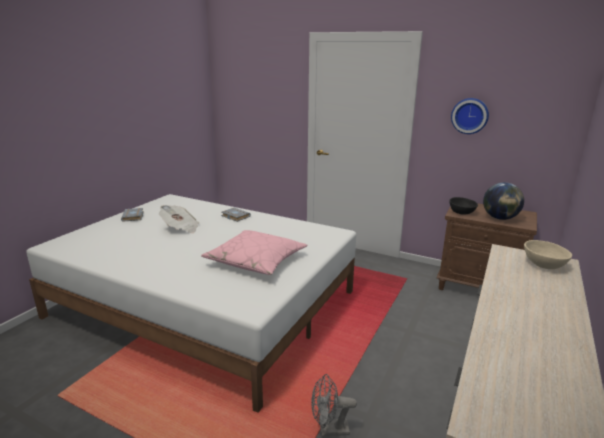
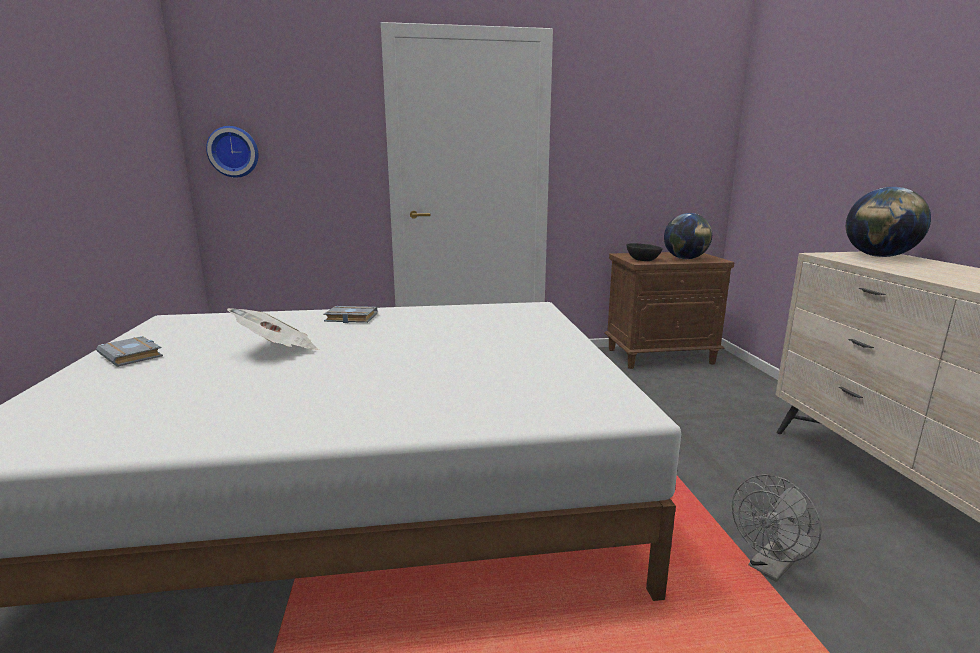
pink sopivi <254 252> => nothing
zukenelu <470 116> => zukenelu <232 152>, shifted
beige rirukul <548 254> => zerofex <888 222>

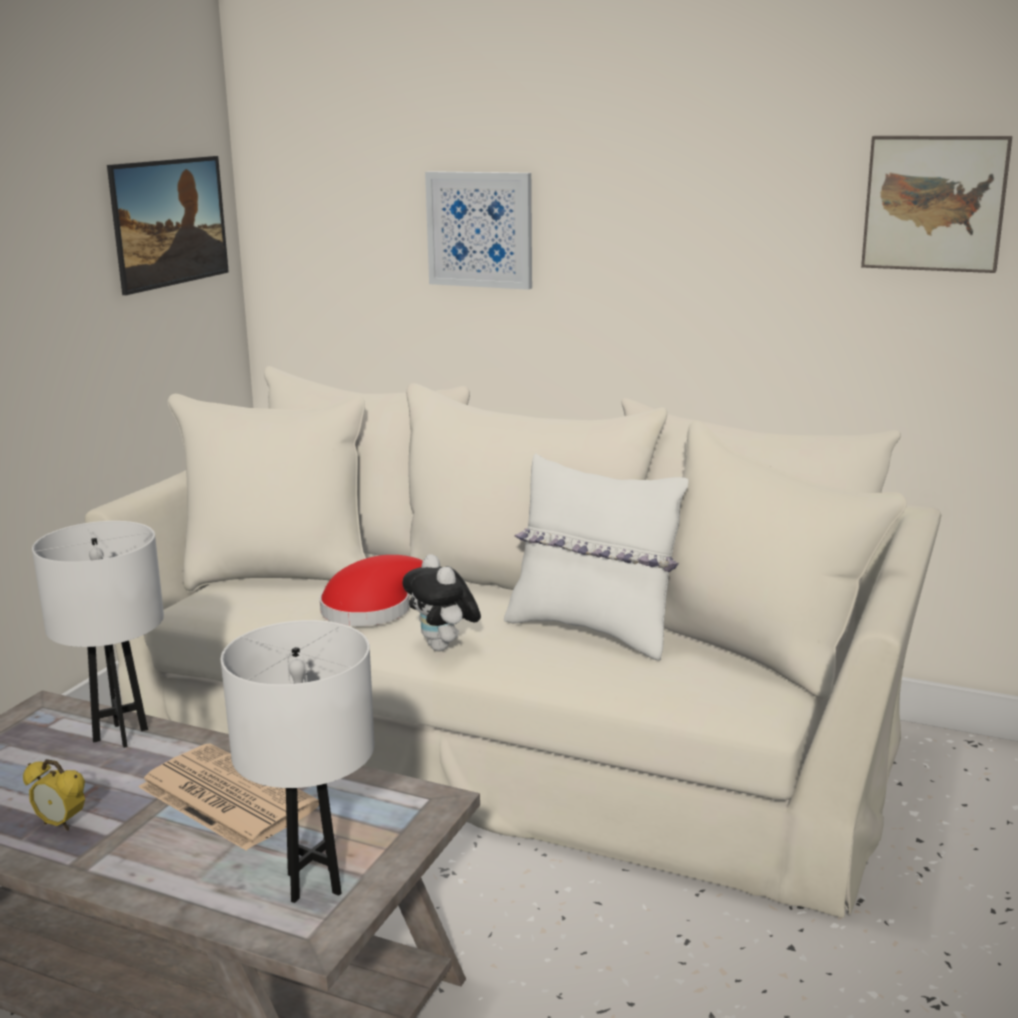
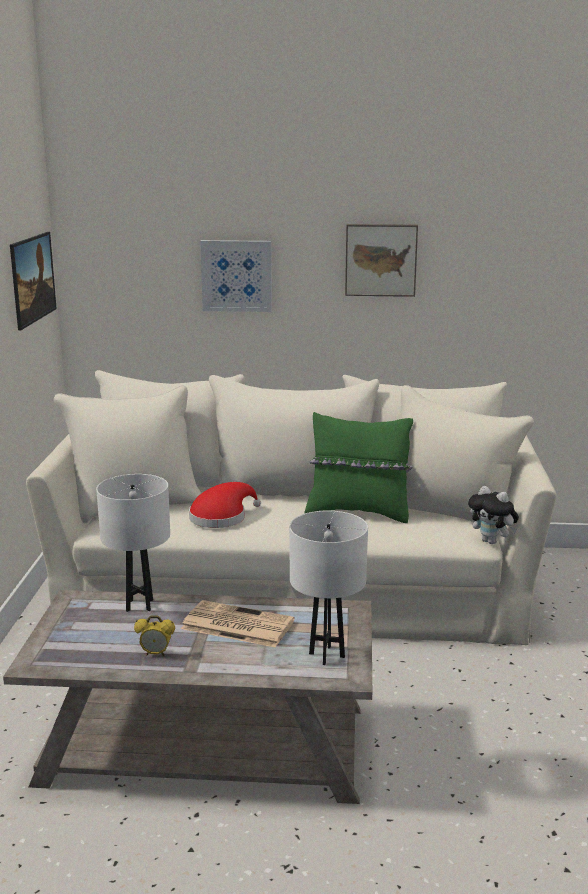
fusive <441 602> => fusive <493 515>, shifted
white sopivi <596 557> => green sopivi <359 467>
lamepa <936 204> => lamepa <381 260>, shifted

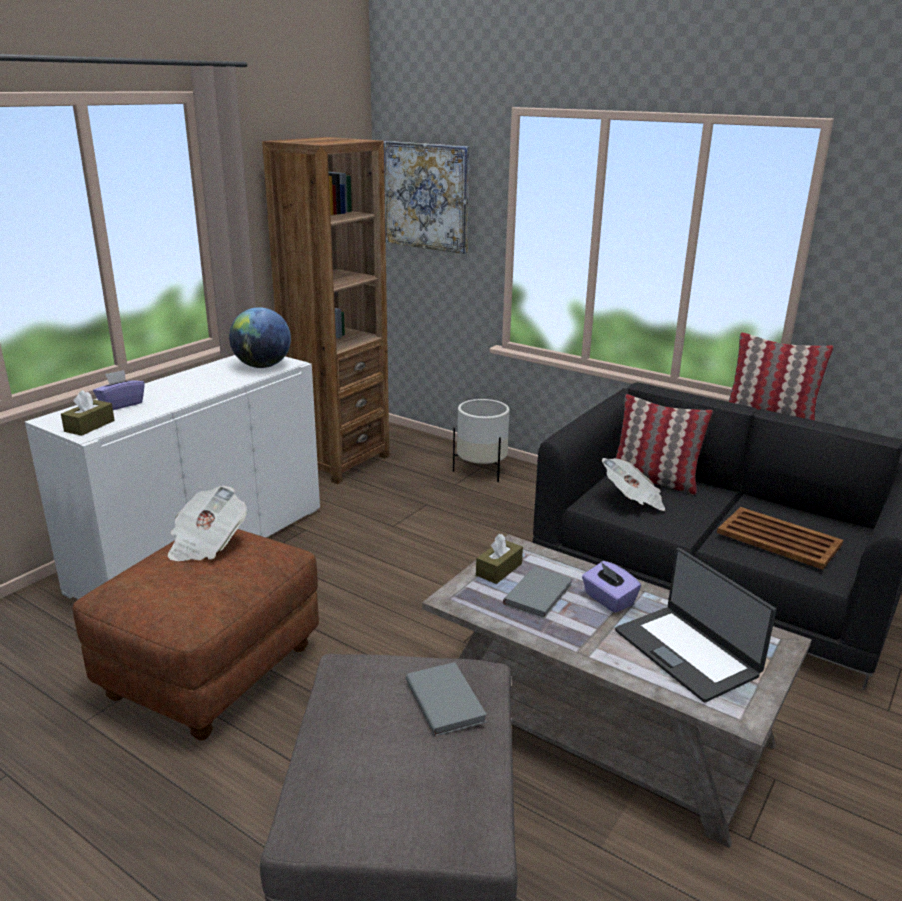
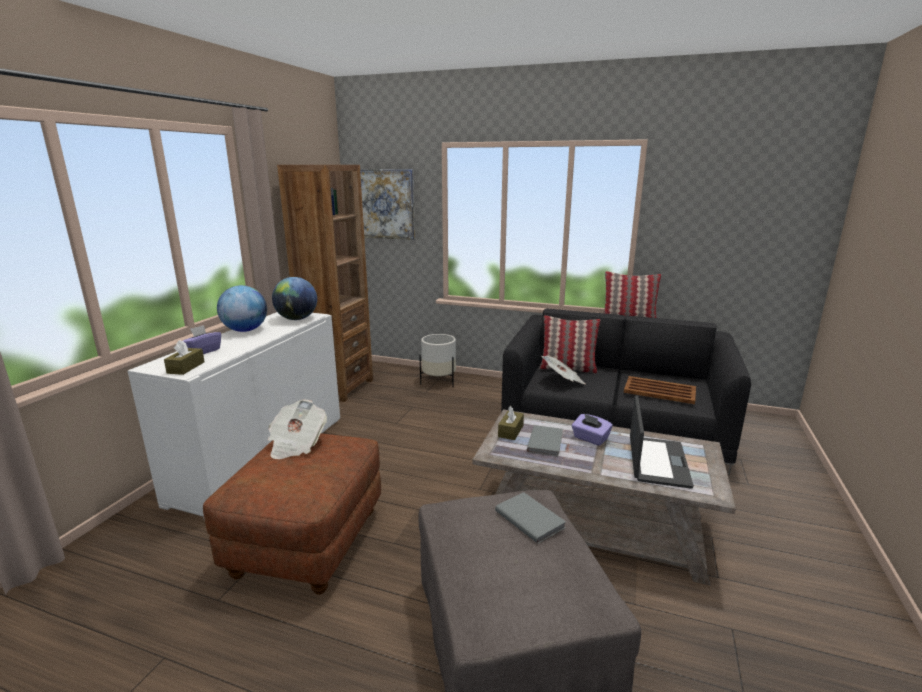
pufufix <695 625> => pufufix <662 442>, 120 degrees counterclockwise
nothing => zerofex <242 308>

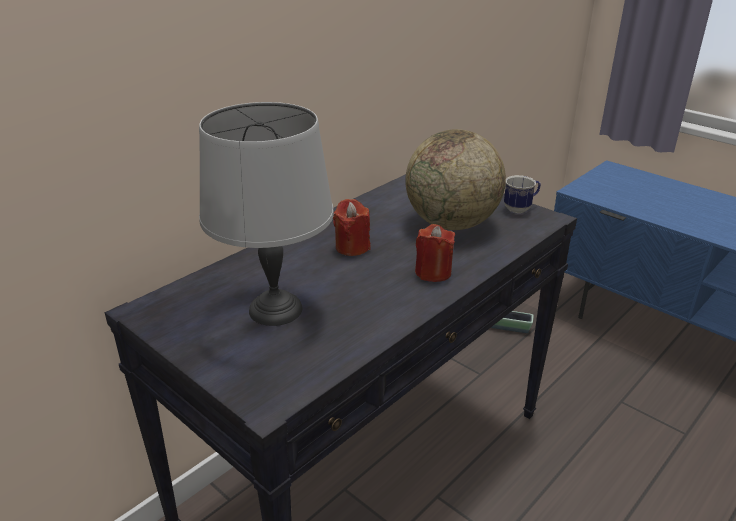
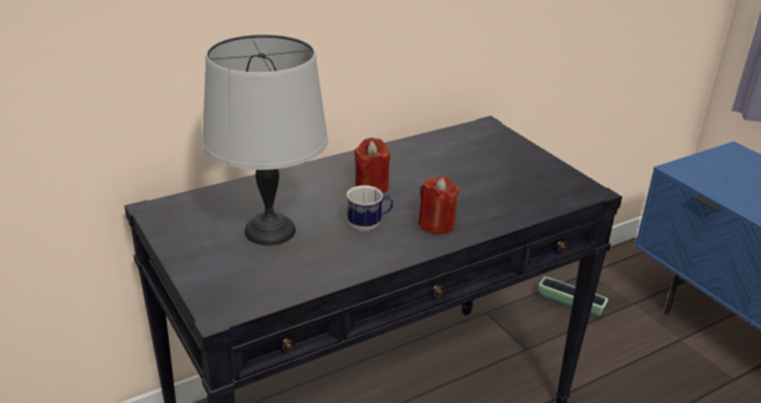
zerofex <455 179> => nothing
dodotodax <522 194> => dodotodax <370 208>, shifted

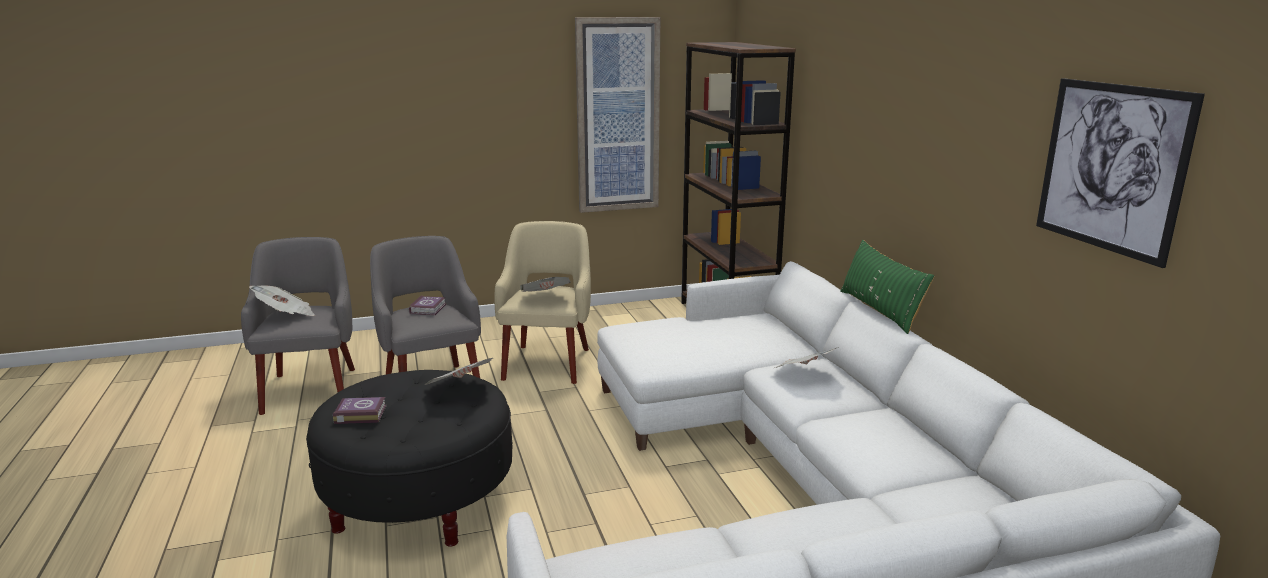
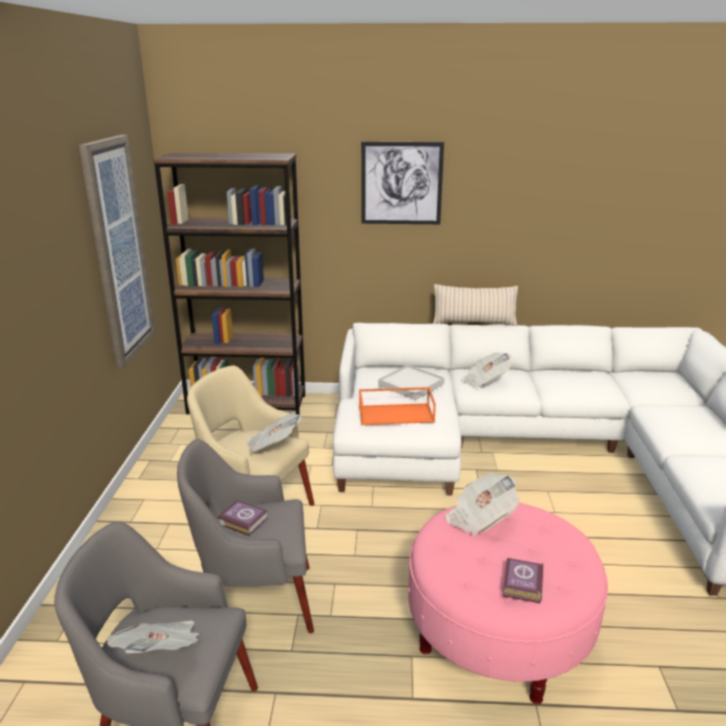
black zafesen <409 458> => pink zafesen <508 603>
green sopivi <887 287> => beige sopivi <475 305>
lamepa <1120 173> => lamepa <402 183>, shifted
nothing => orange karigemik <397 406>
nothing => white karigemik <411 382>

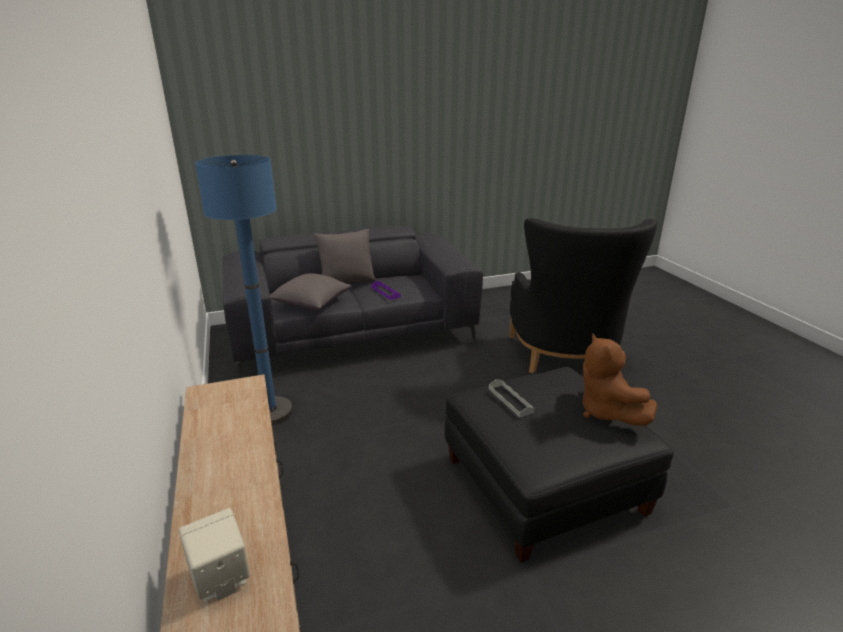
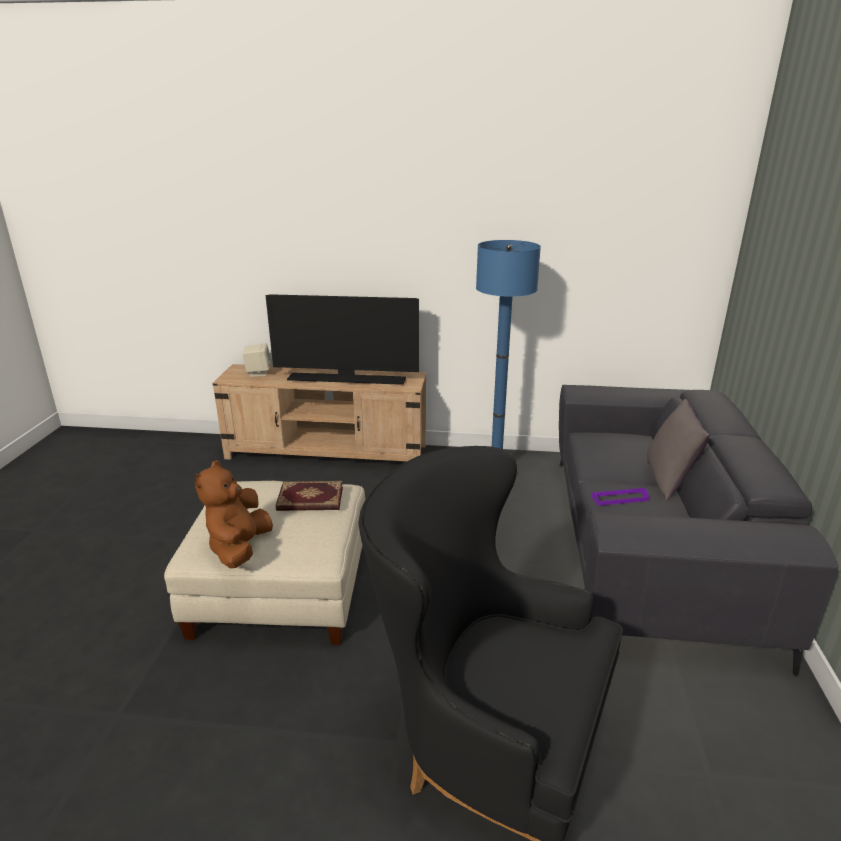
grey sopivi <311 291> => nothing
black zafesen <559 464> => beige zafesen <264 563>
grey karigemik <512 398> => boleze <309 496>
brown fusive <620 380> => brown fusive <234 514>, 90 degrees counterclockwise
nothing => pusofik <342 340>

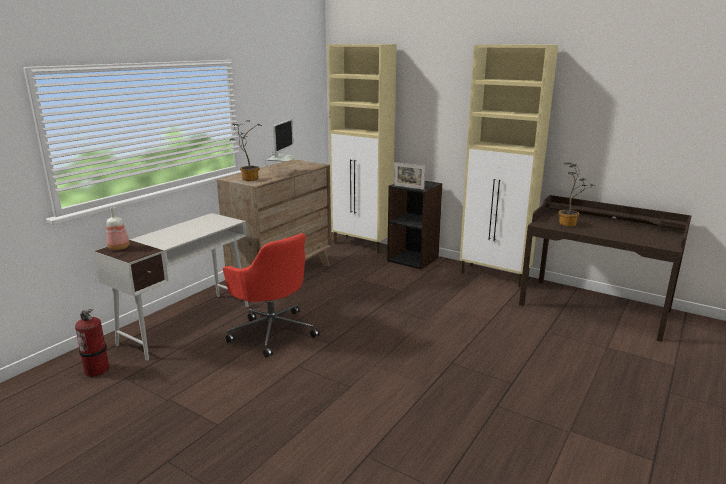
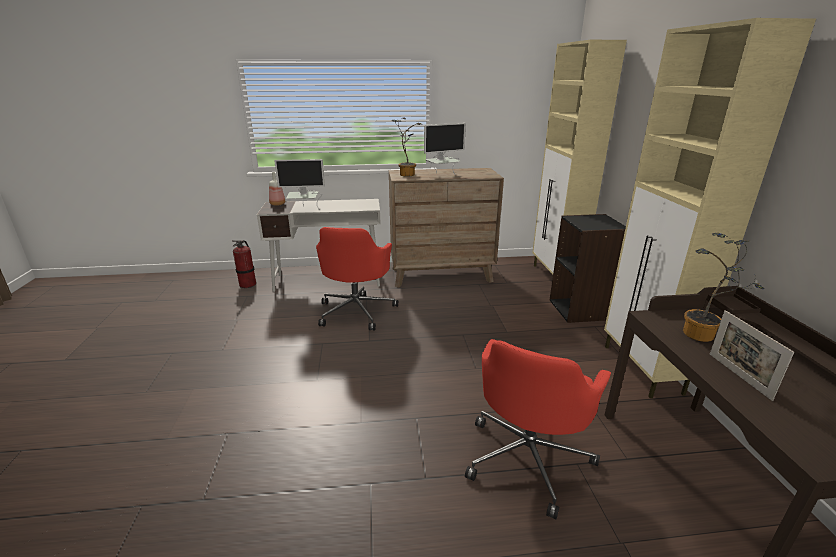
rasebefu <409 176> => rasebefu <752 355>, shifted
nothing => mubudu <299 184>
nothing => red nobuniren <538 429>

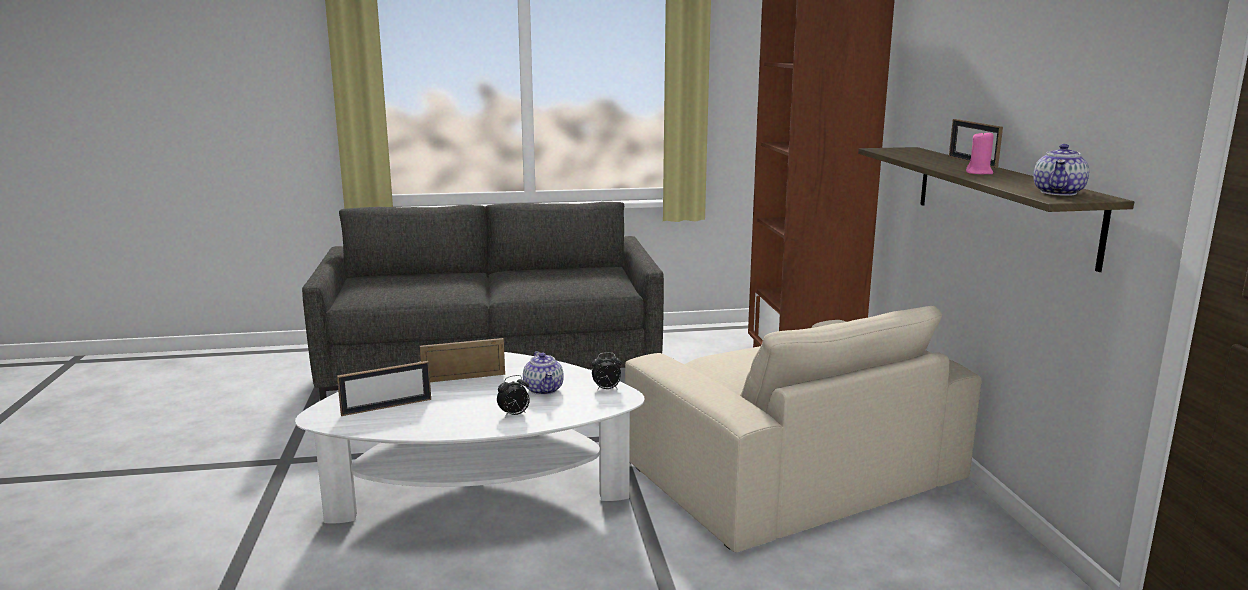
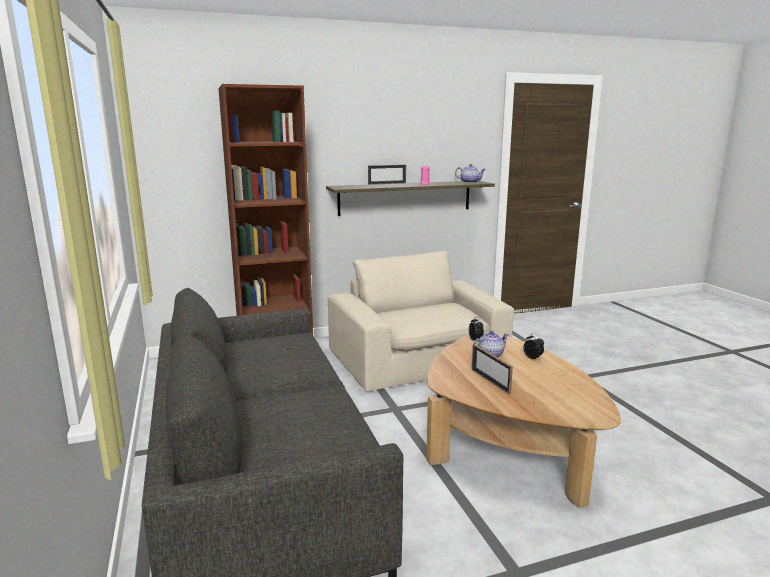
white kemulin <470 437> => brown kemulin <523 420>
rasebefu <384 388> => nothing
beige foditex <803 429> => beige foditex <421 321>, 75 degrees counterclockwise

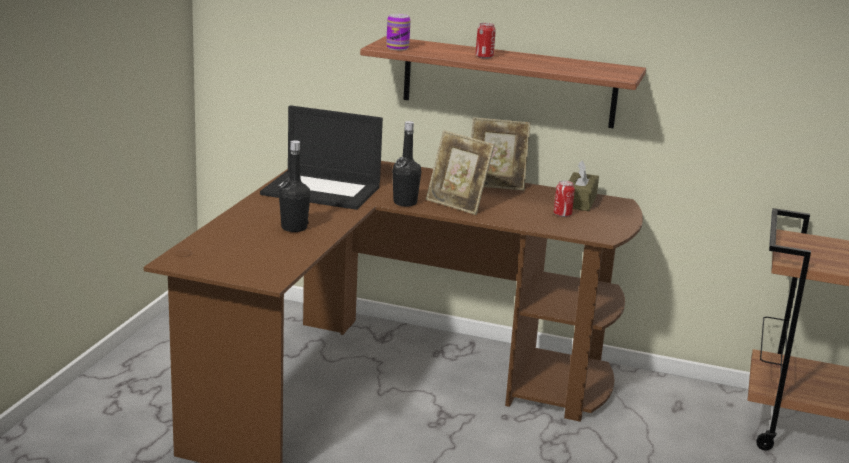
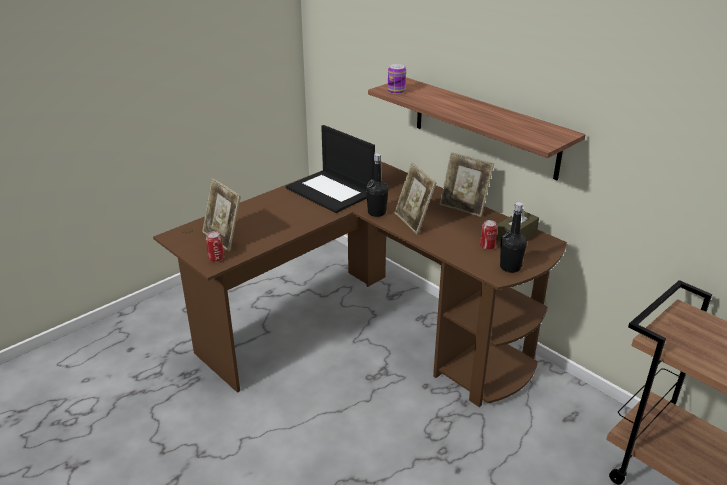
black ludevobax <295 186> => black ludevobax <513 237>, shifted
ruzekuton <486 41> => ruzekuton <215 246>, shifted
nothing => rasebefu <221 214>

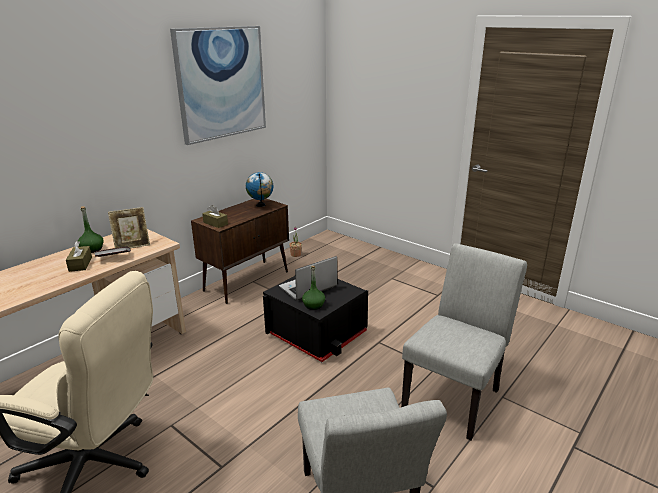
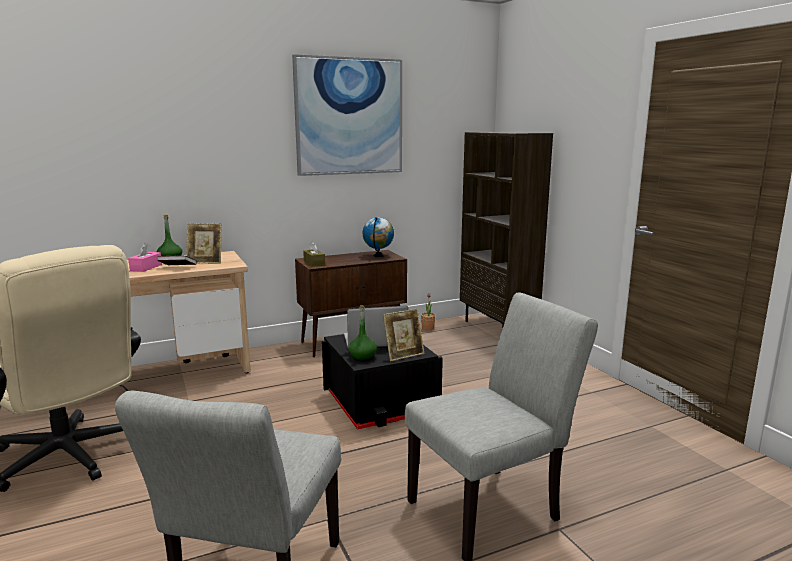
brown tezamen <79 256> => pink tezamen <145 257>
nothing => rasebefu <403 335>
nothing => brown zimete <506 230>

